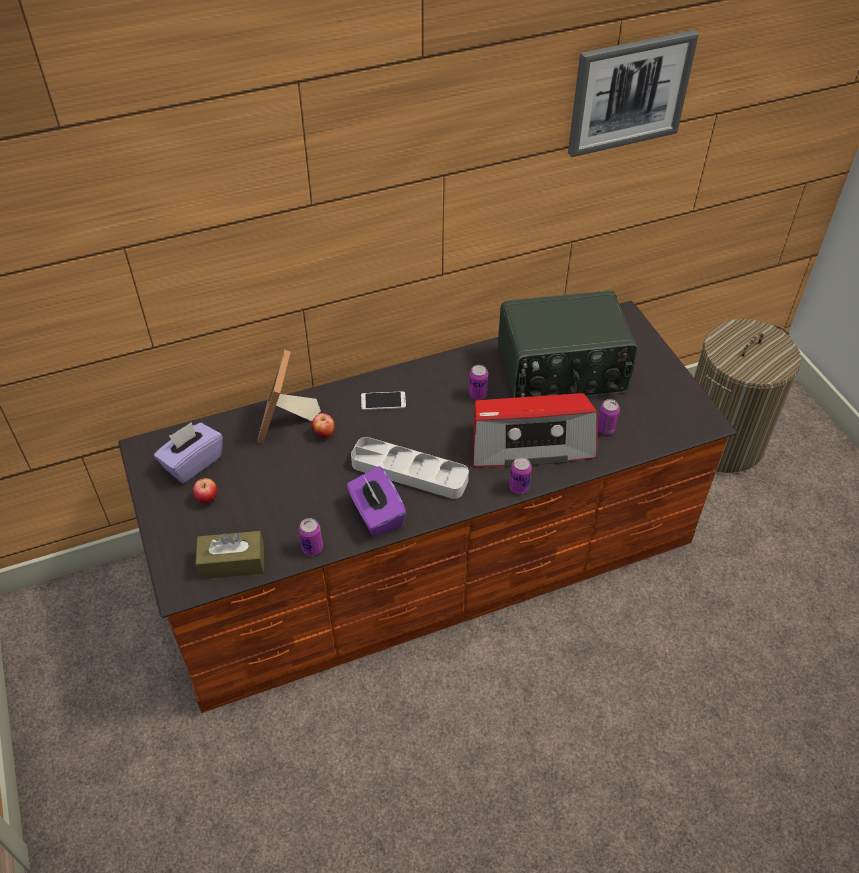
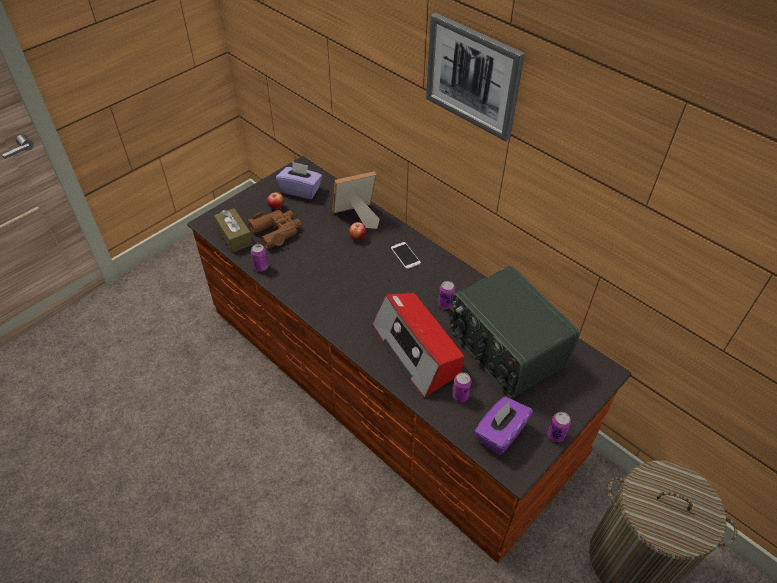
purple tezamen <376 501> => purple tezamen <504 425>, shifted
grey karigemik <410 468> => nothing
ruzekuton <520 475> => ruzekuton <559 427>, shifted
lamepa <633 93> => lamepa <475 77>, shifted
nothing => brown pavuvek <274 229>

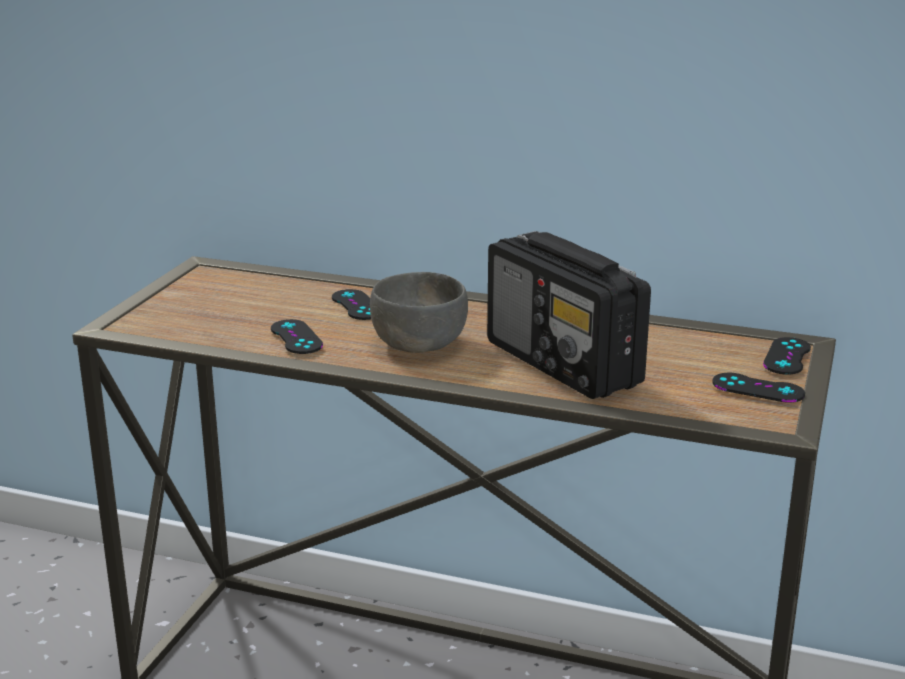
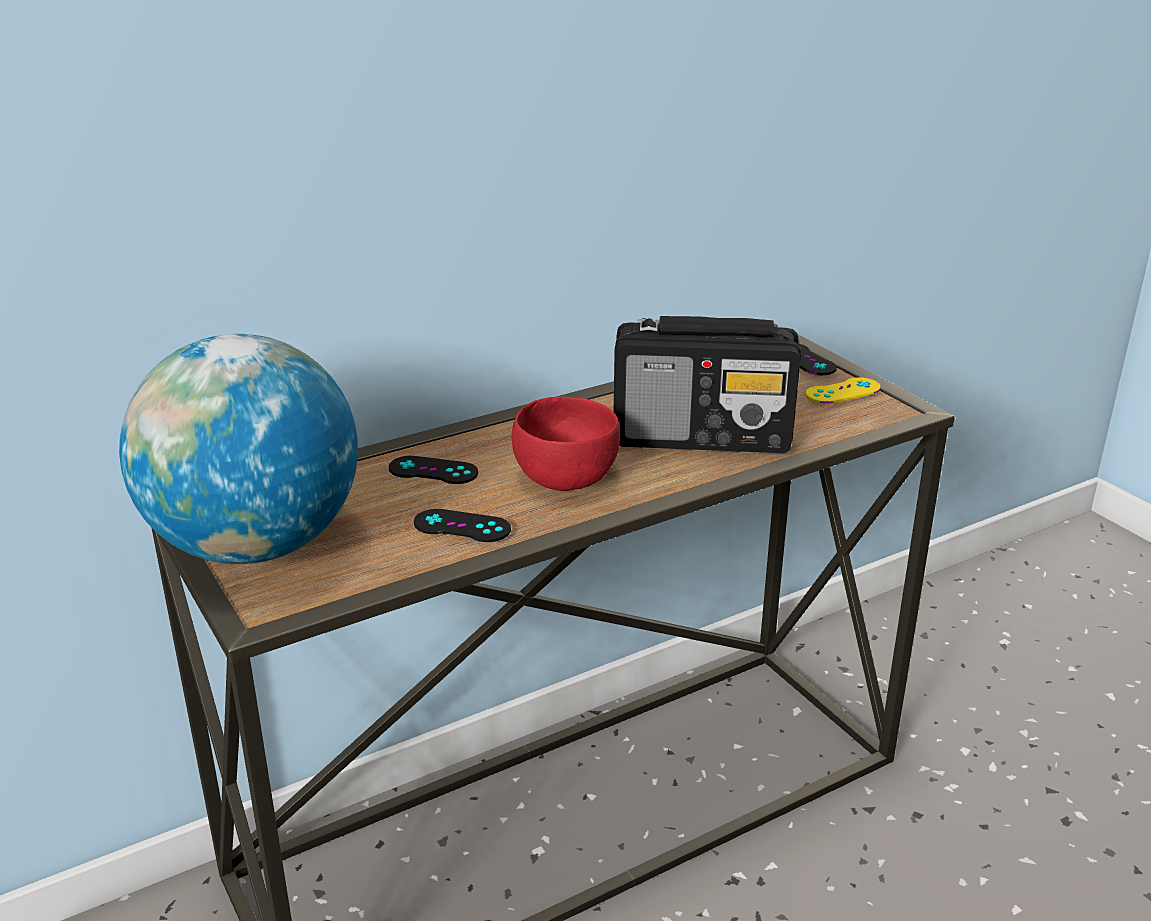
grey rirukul <419 312> => red rirukul <566 444>
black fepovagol <758 388> => yellow fepovagol <843 390>
nothing => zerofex <238 449>

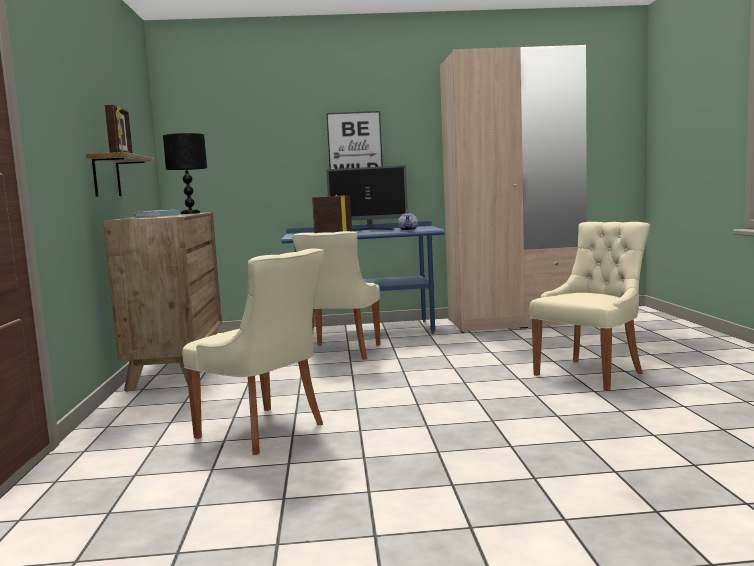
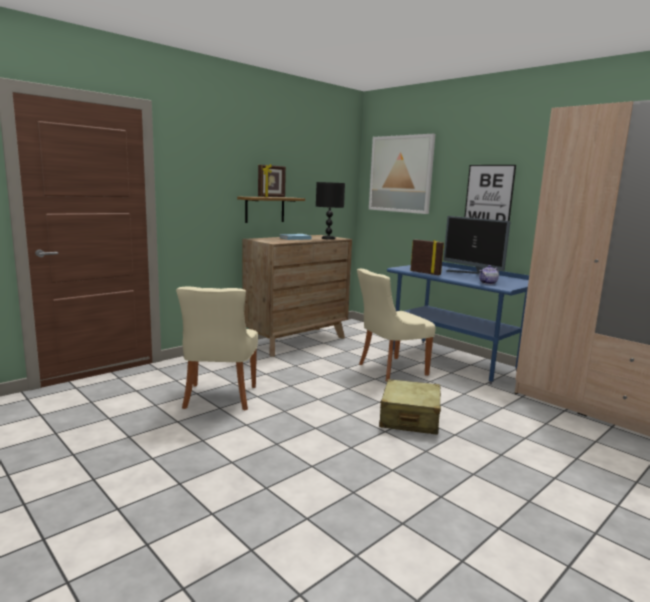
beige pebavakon <590 306> => nothing
nothing => lamepa <402 174>
nothing => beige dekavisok <410 407>

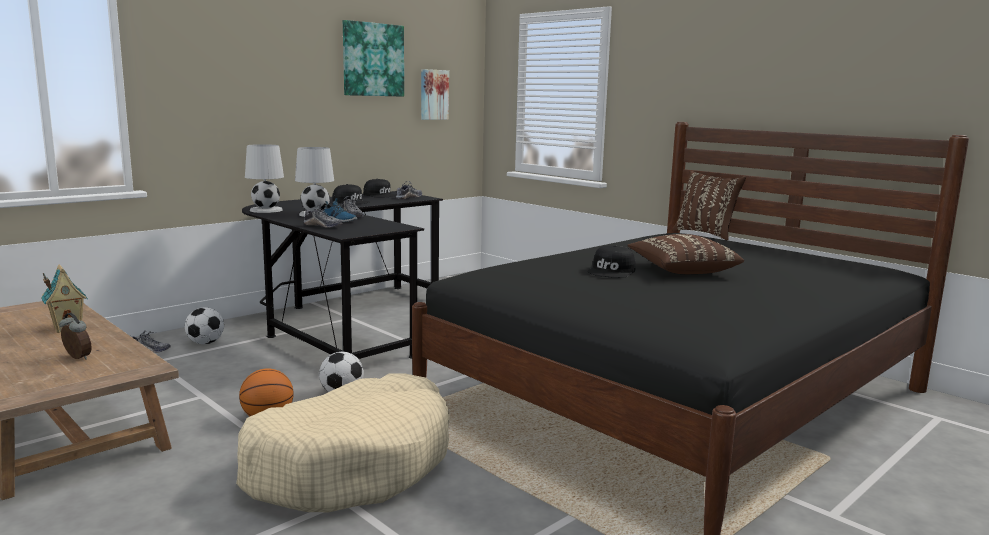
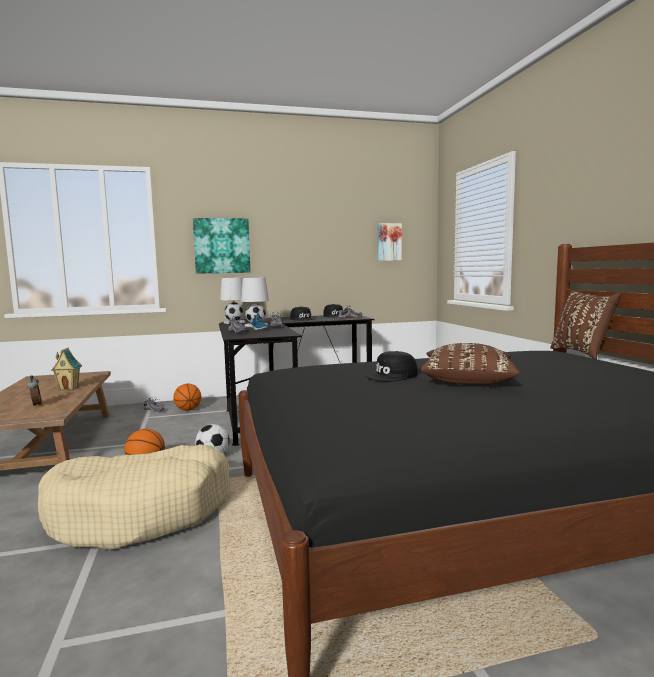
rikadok <204 325> => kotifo <187 397>
lamepa <373 58> => lamepa <222 246>, shifted

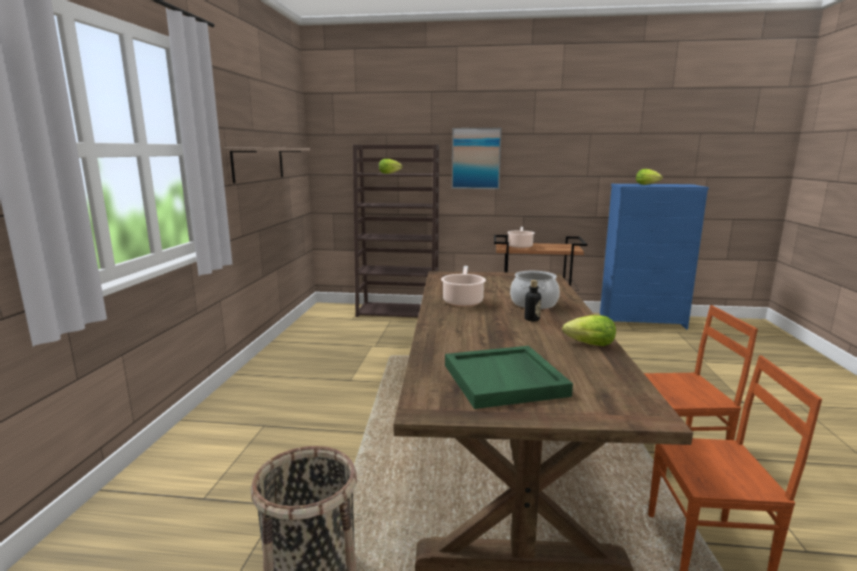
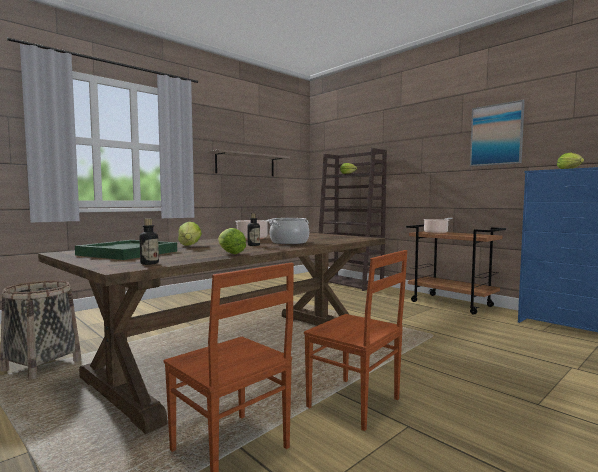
lamepa <476 158> => lamepa <497 133>, shifted
nothing => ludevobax <149 241>
nothing => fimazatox <190 234>

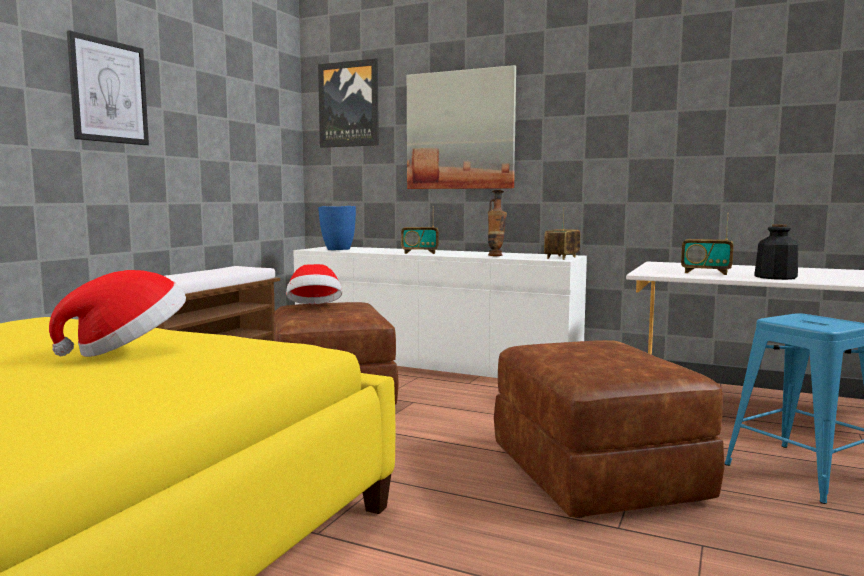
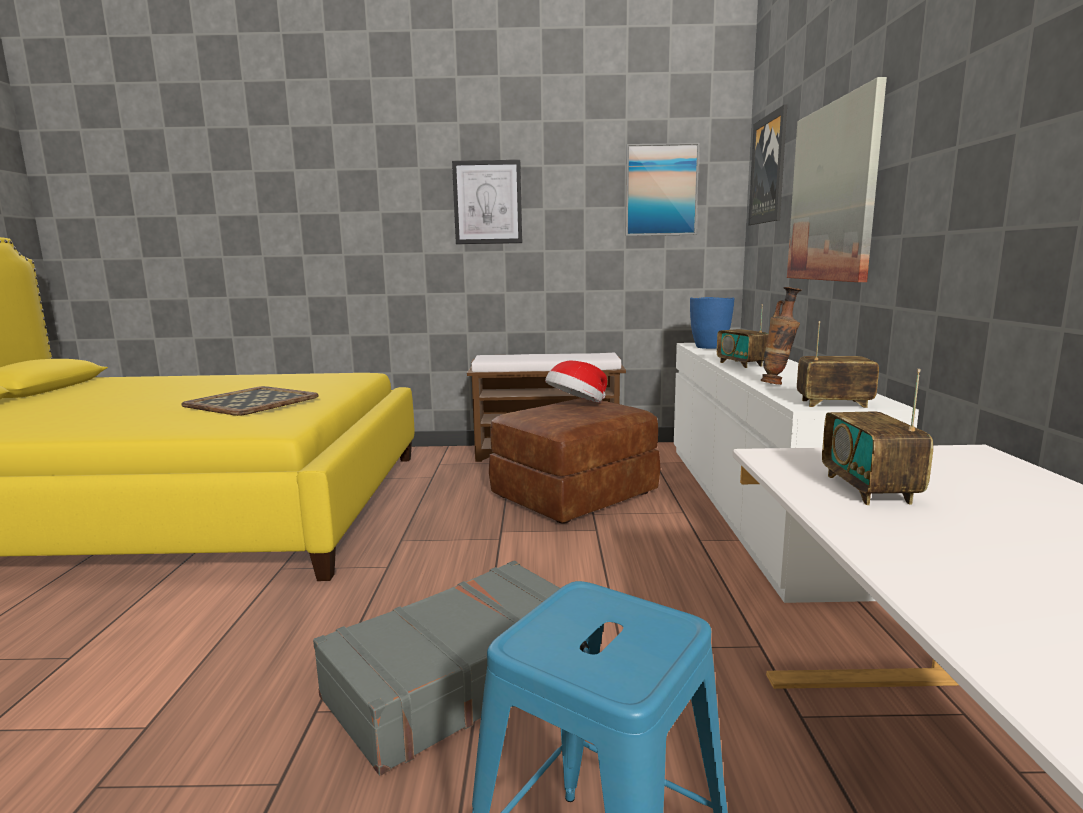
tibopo <117 313> => karigemik <250 401>
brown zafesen <609 429> => grey dekavisok <436 668>
ludevobax <776 252> => nothing
nothing => lamepa <662 189>

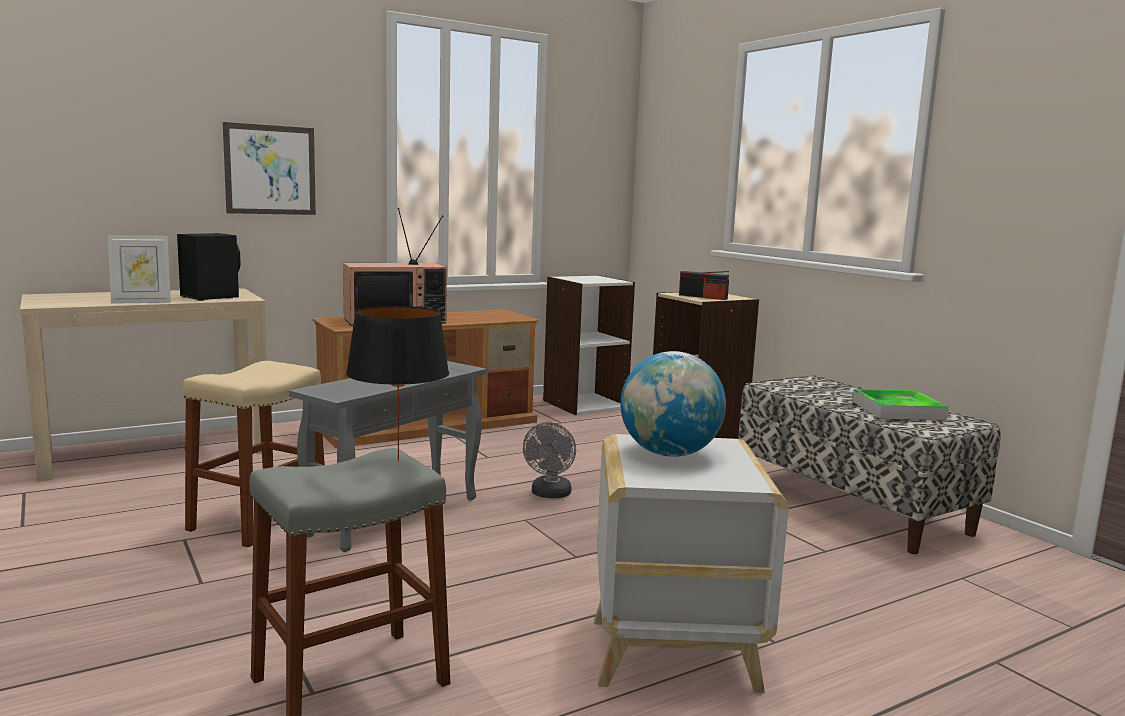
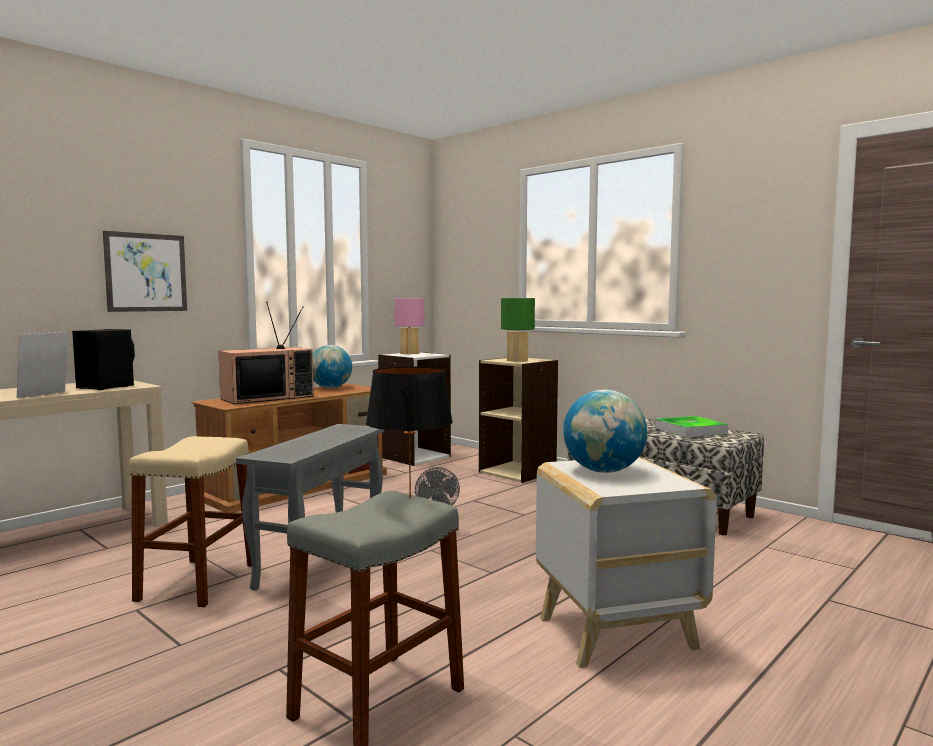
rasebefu <139 269> => rasebefu <42 365>, 150 degrees clockwise
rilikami <704 285> => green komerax <518 330>
nothing => zerofex <332 366>
nothing => pink komerax <409 326>

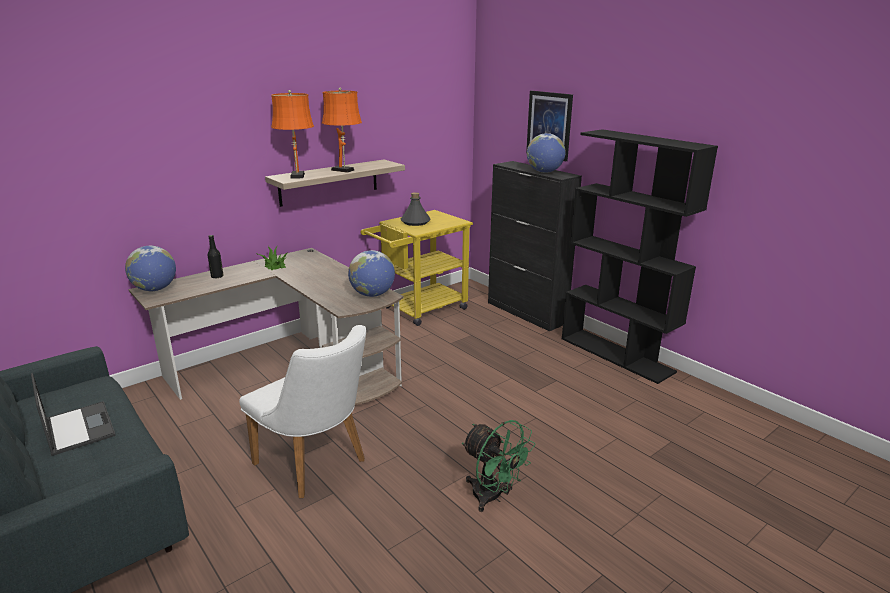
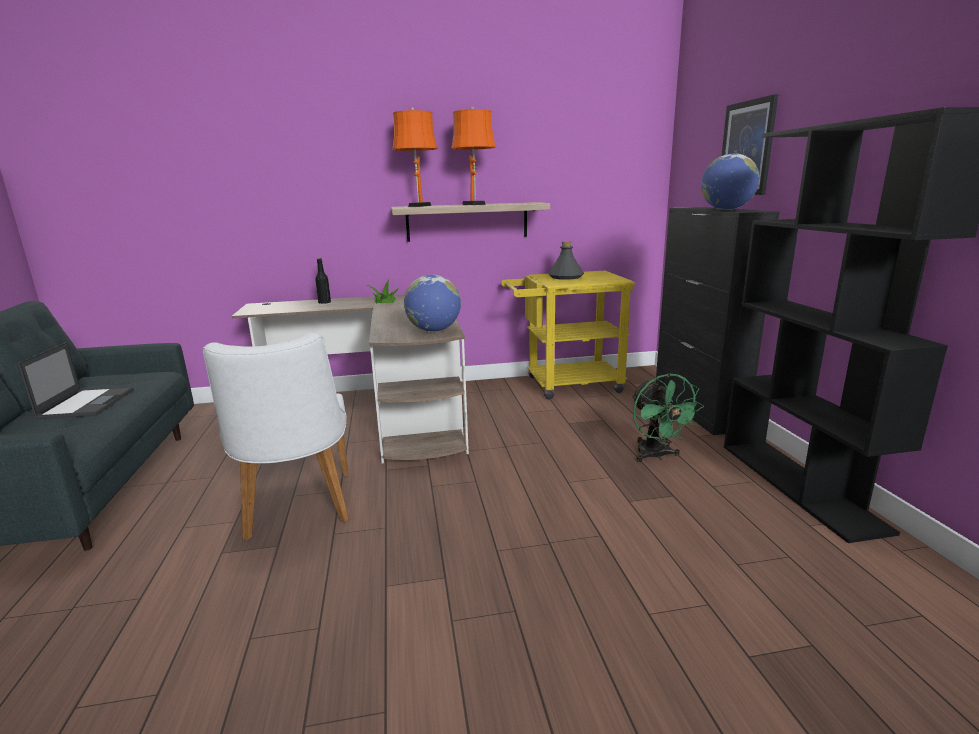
zerofex <150 268> => nothing
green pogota <499 466> => green pogota <668 417>, shifted

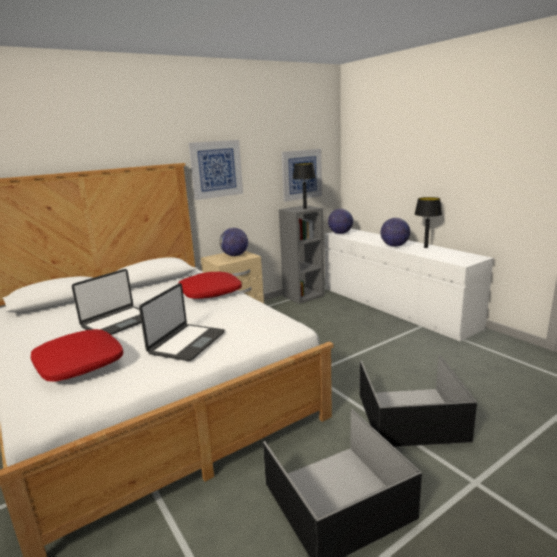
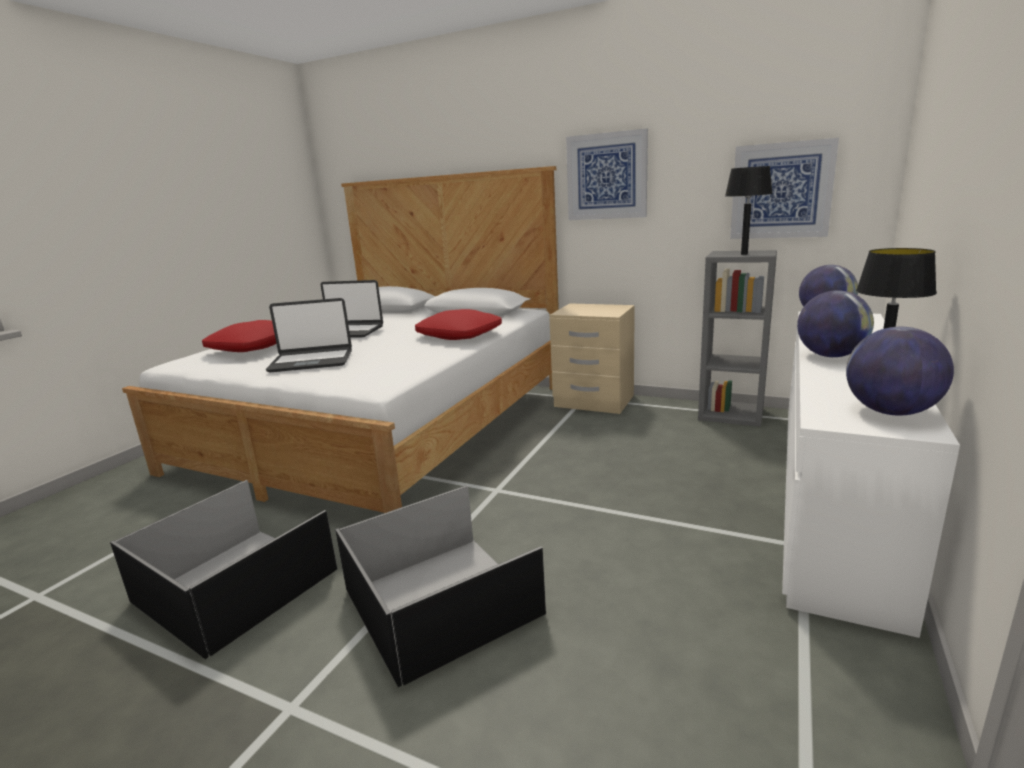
zerofex <234 242> => zerofex <900 371>, shifted

